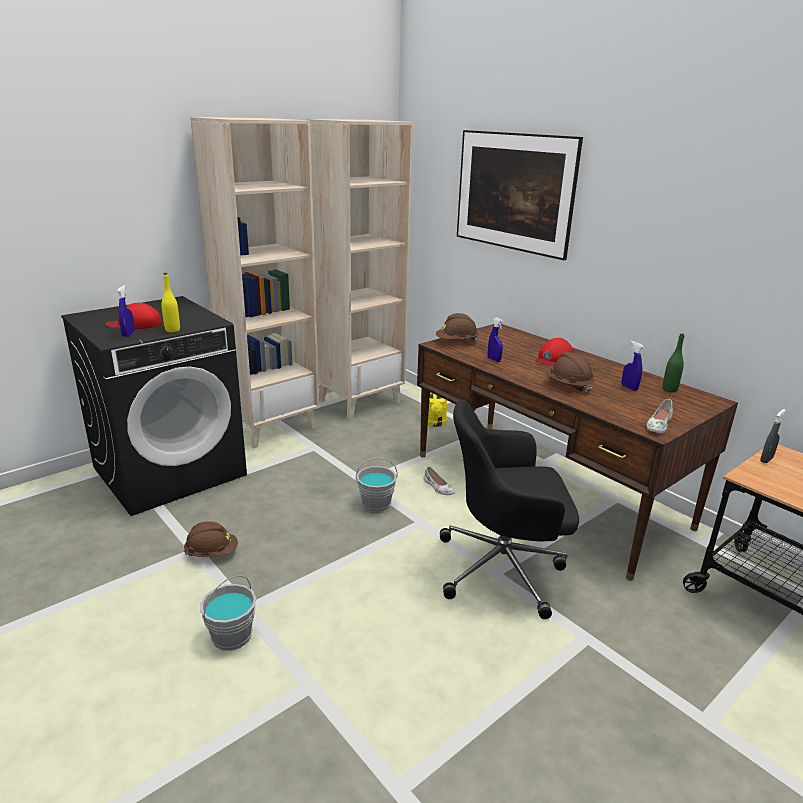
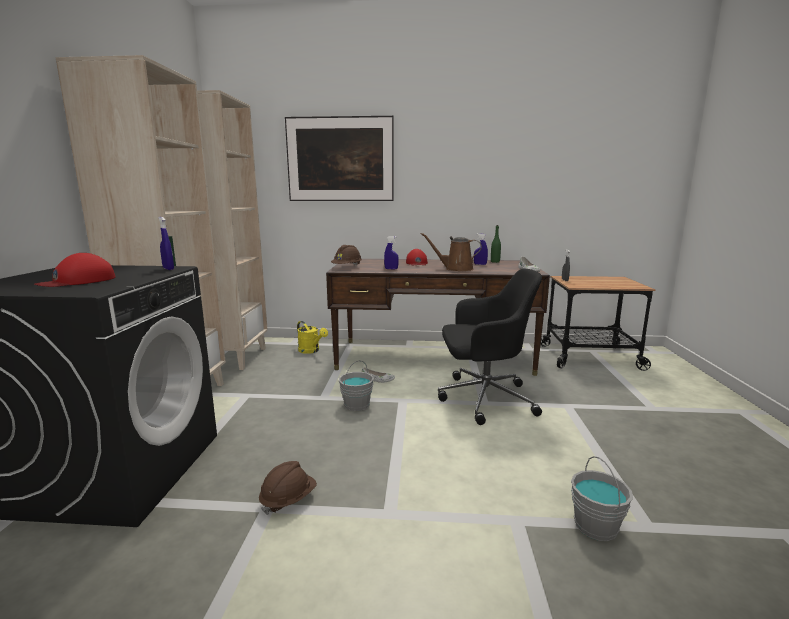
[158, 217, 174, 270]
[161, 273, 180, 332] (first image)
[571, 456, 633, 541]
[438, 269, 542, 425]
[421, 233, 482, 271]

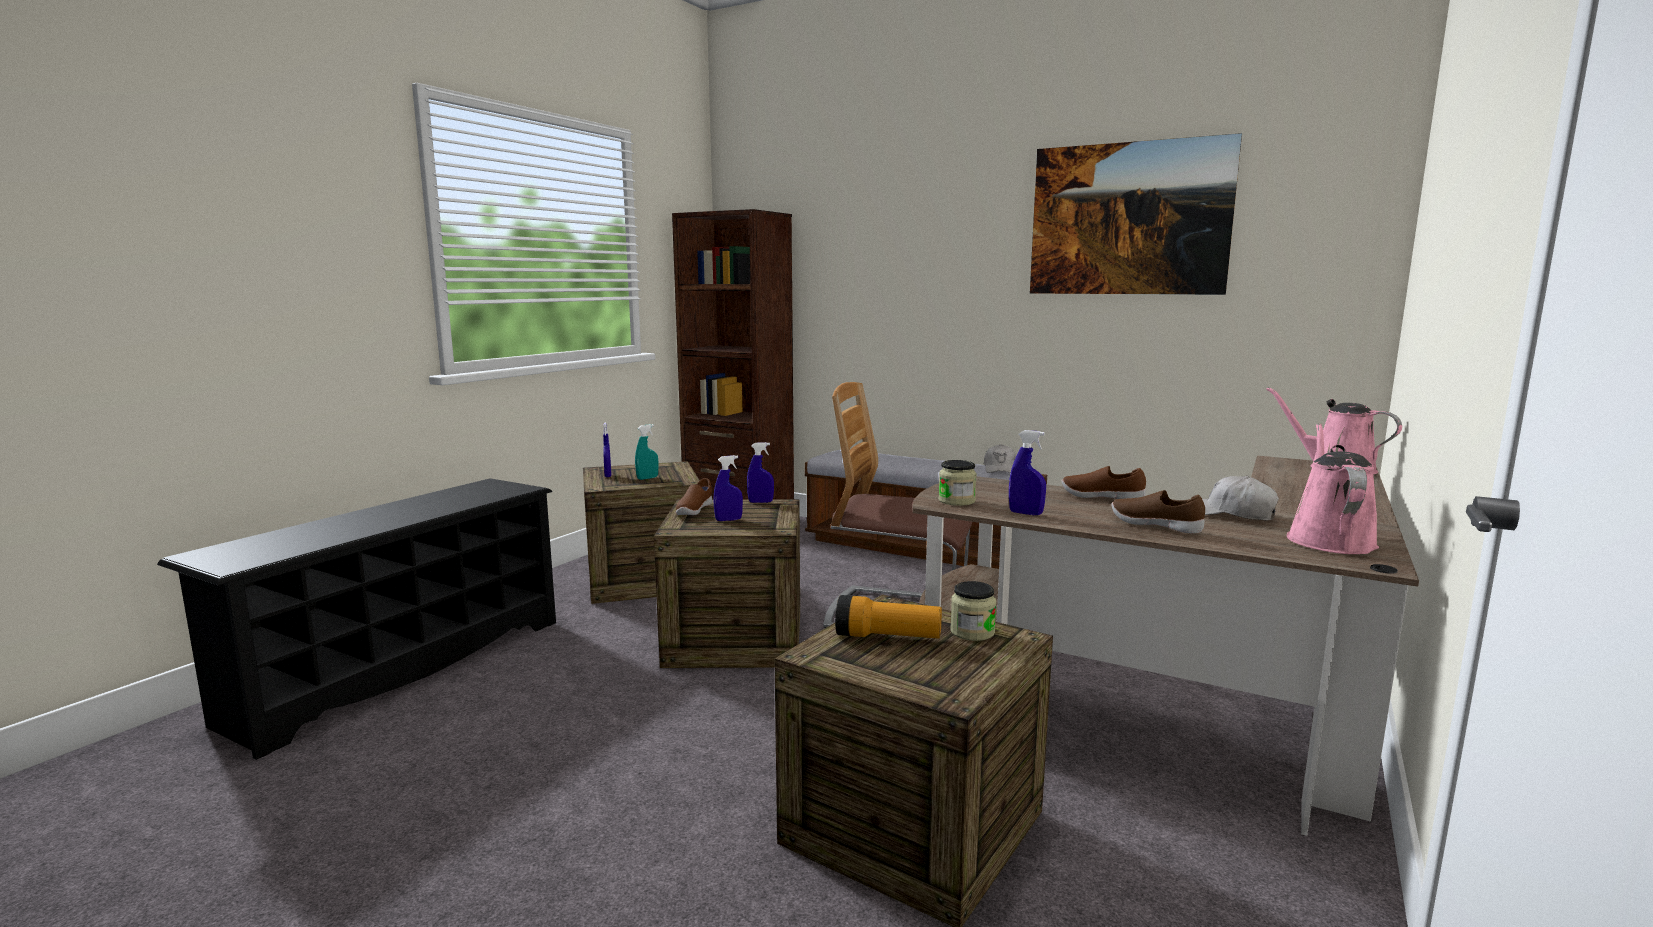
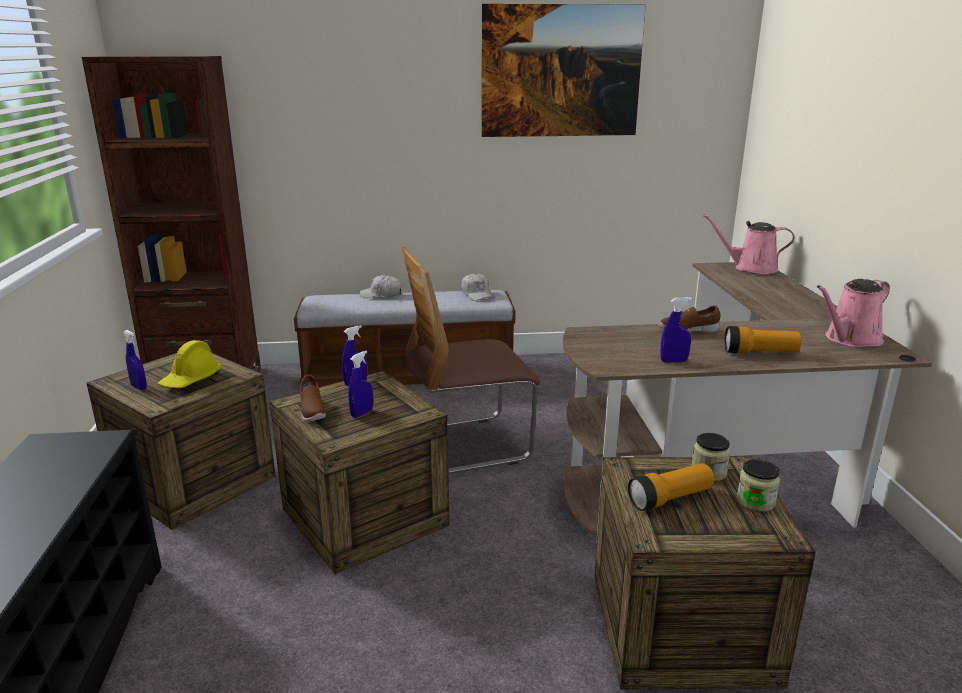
[158, 340, 222, 388]
[737, 459, 780, 512]
[724, 326, 802, 353]
[359, 275, 402, 298]
[817, 279, 890, 347]

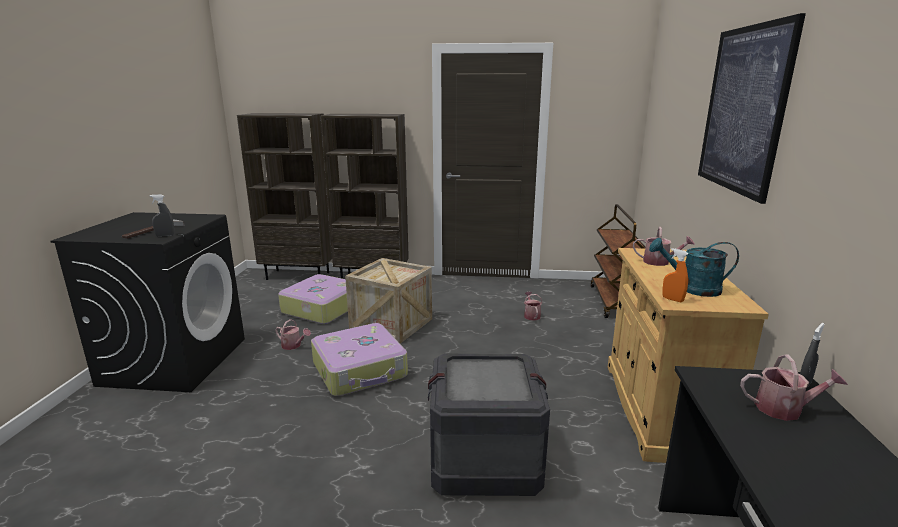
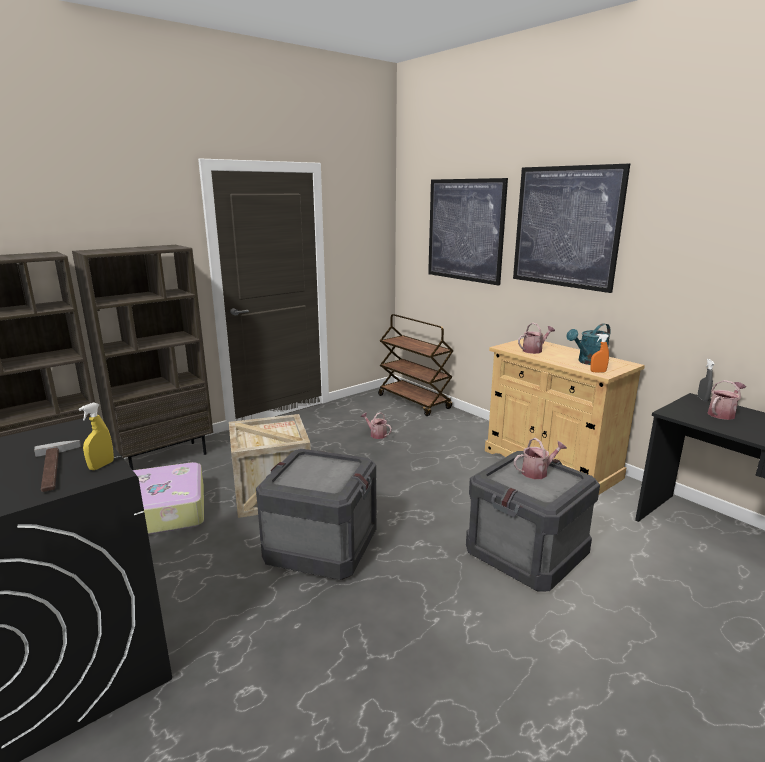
[79, 402, 114, 470]
[514, 438, 567, 479]
[256, 449, 377, 580]
[428, 178, 508, 286]

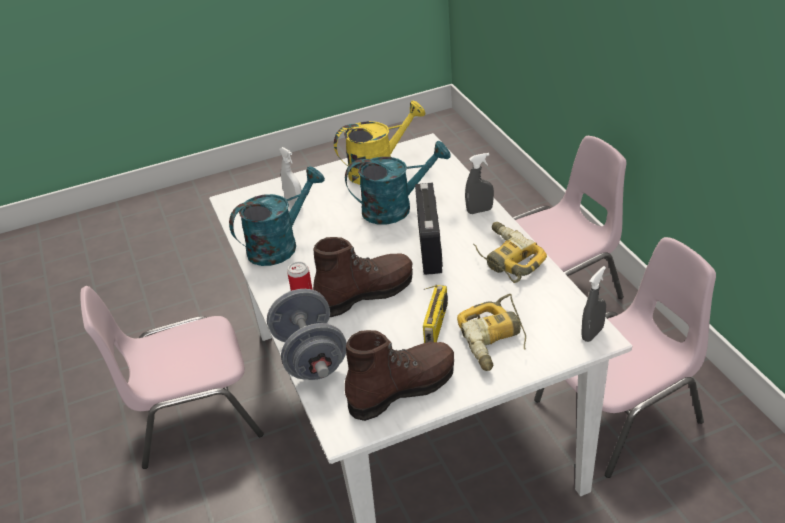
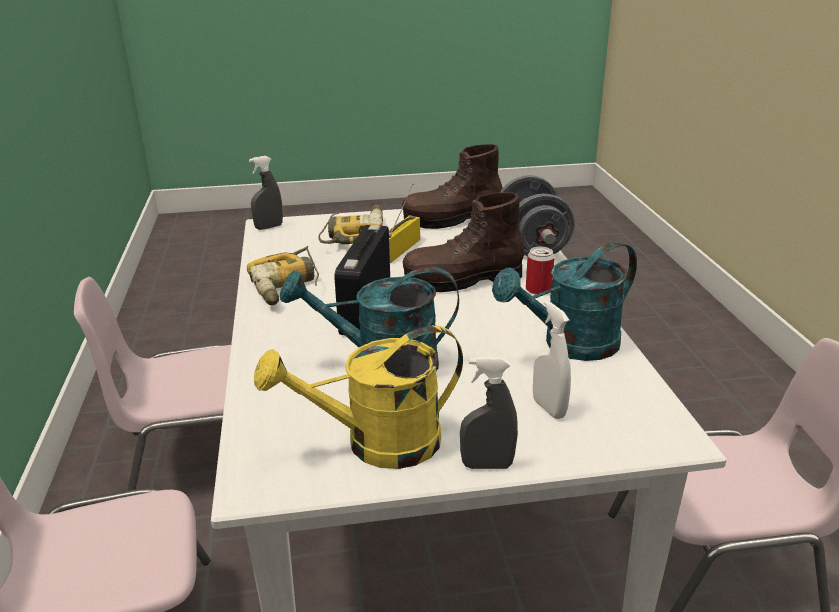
[460, 357, 518, 469]

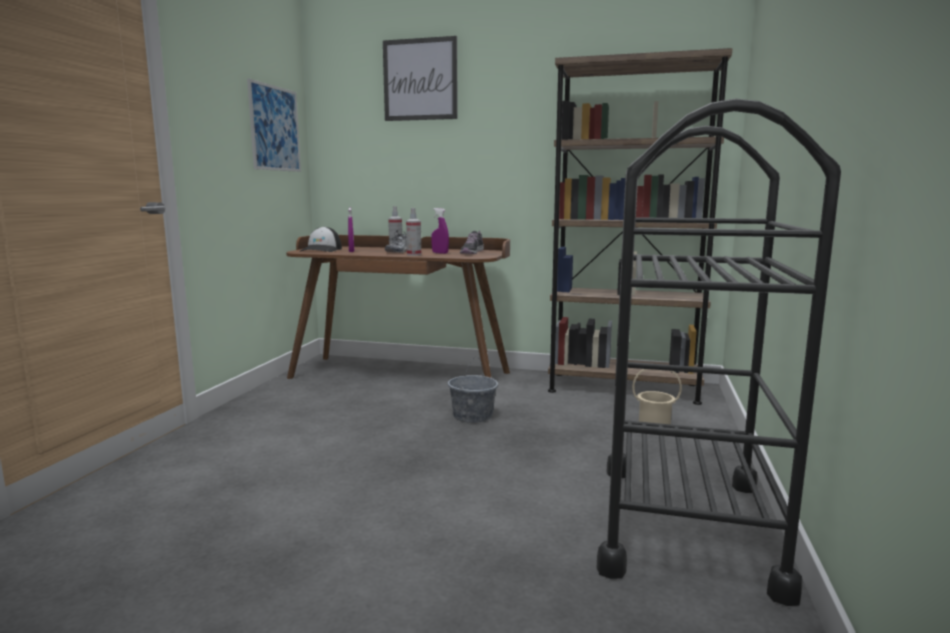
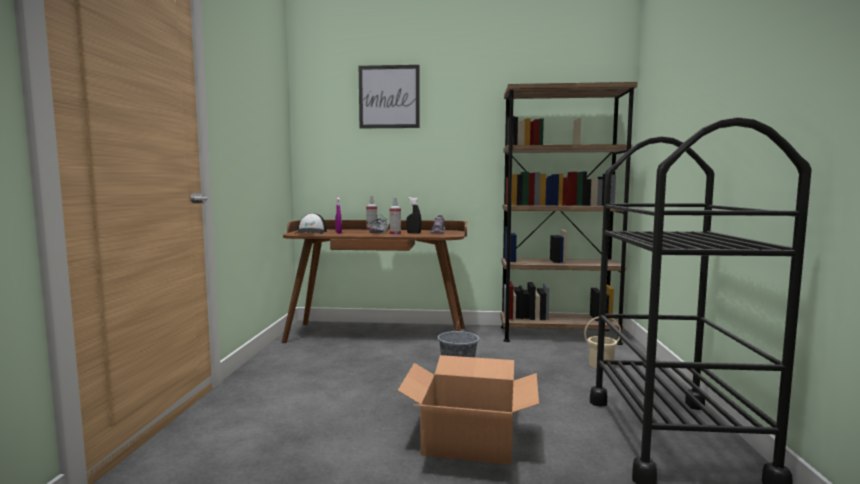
[247, 78, 301, 172] (first image)
[406, 197, 422, 234]
[398, 355, 539, 465]

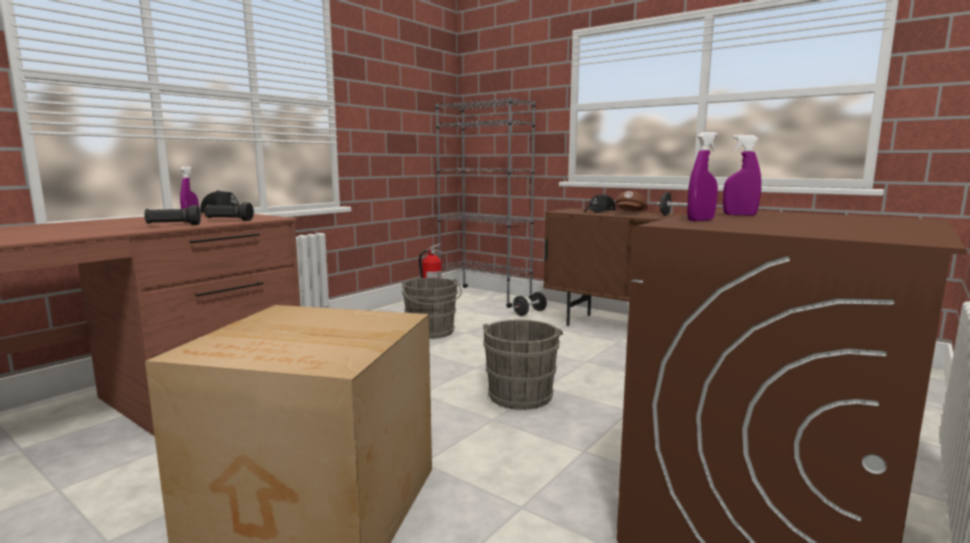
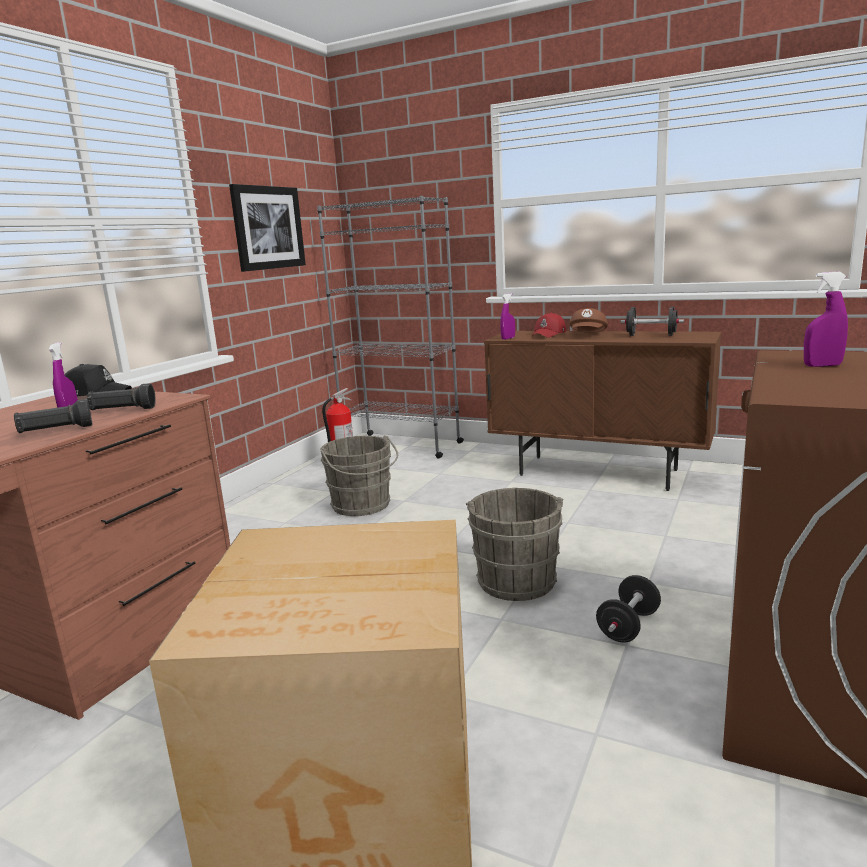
[596, 575, 661, 643]
[532, 313, 566, 338]
[500, 293, 515, 340]
[229, 184, 306, 272]

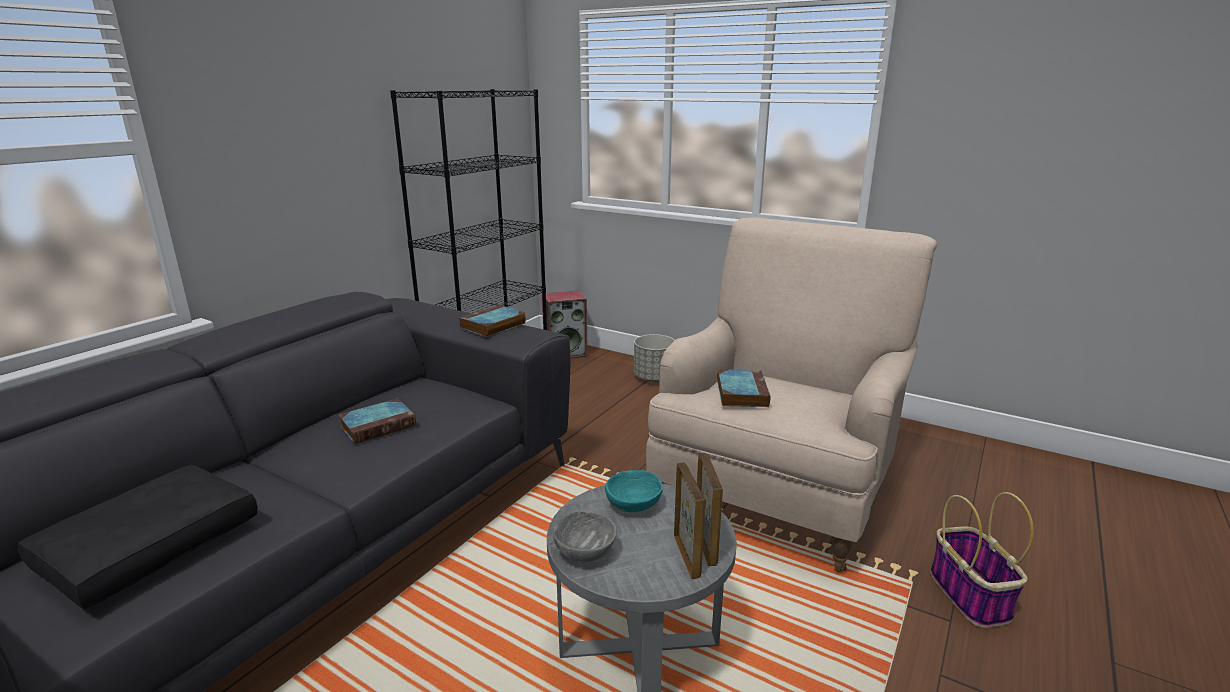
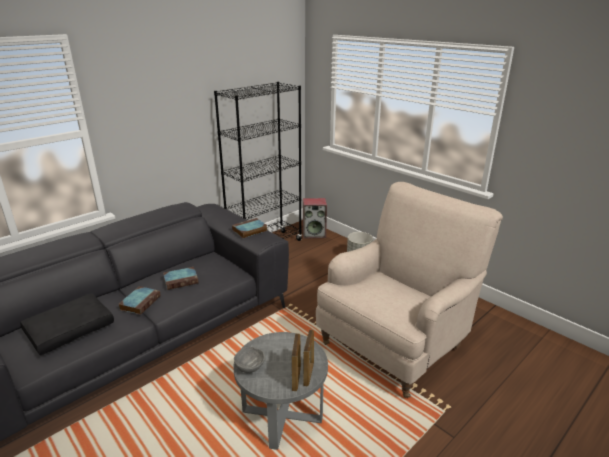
[605, 470, 663, 512] (first image)
[119, 286, 161, 315]
[930, 492, 1034, 628] (first image)

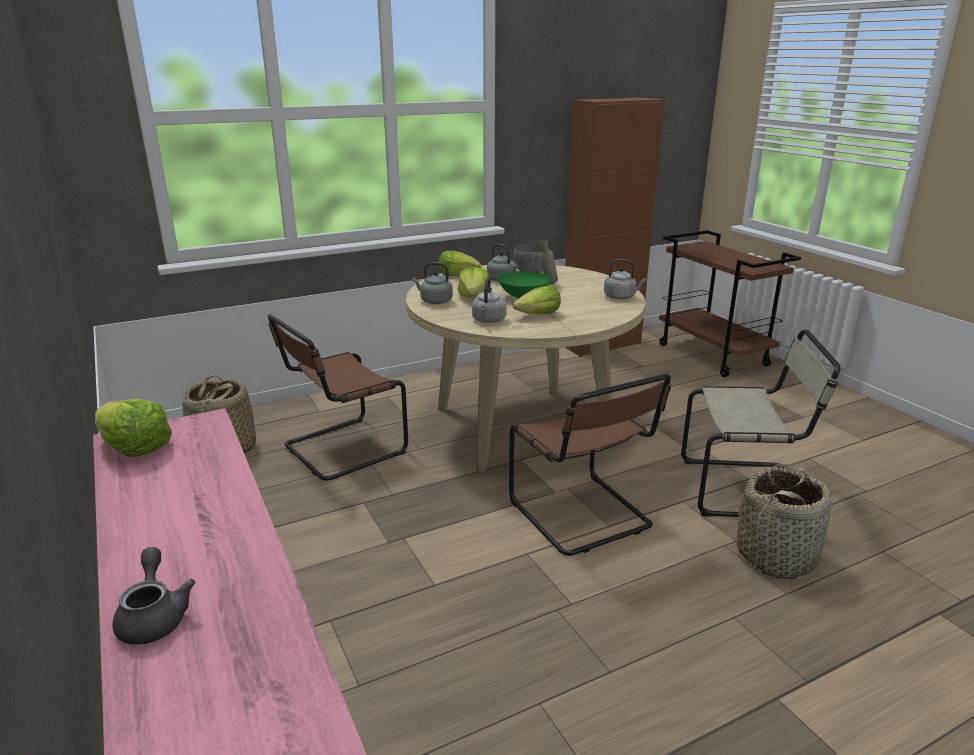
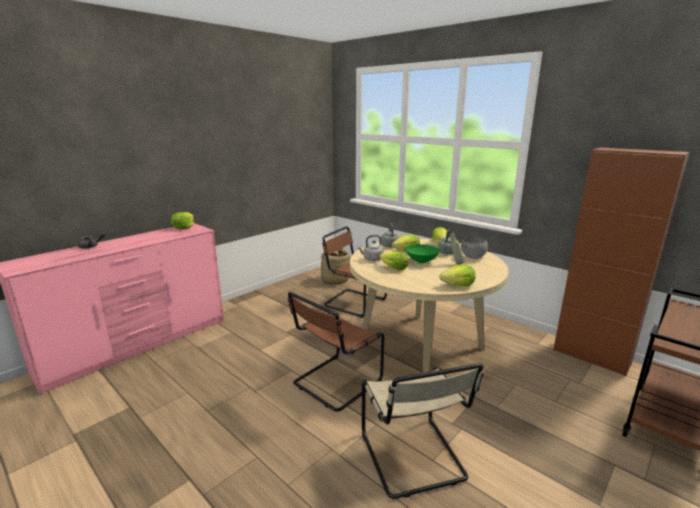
[439, 265, 476, 286]
[737, 464, 831, 579] (first image)

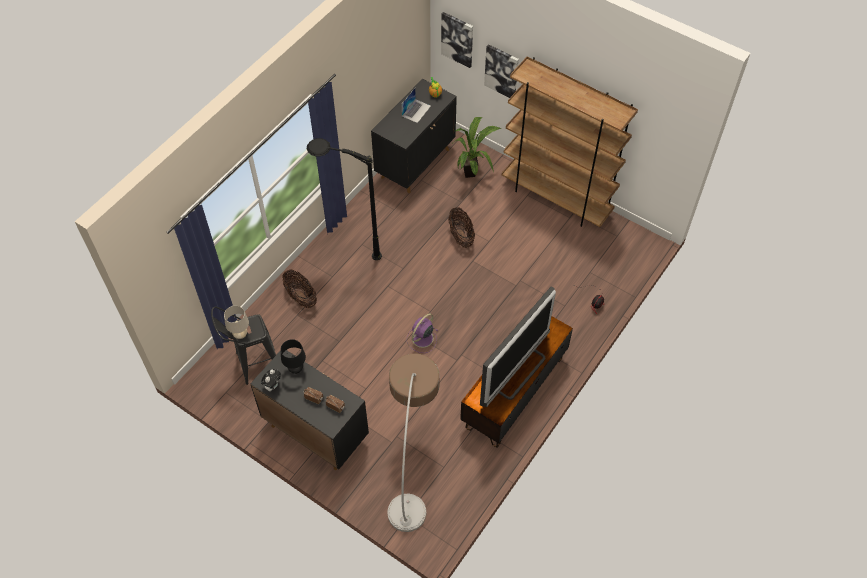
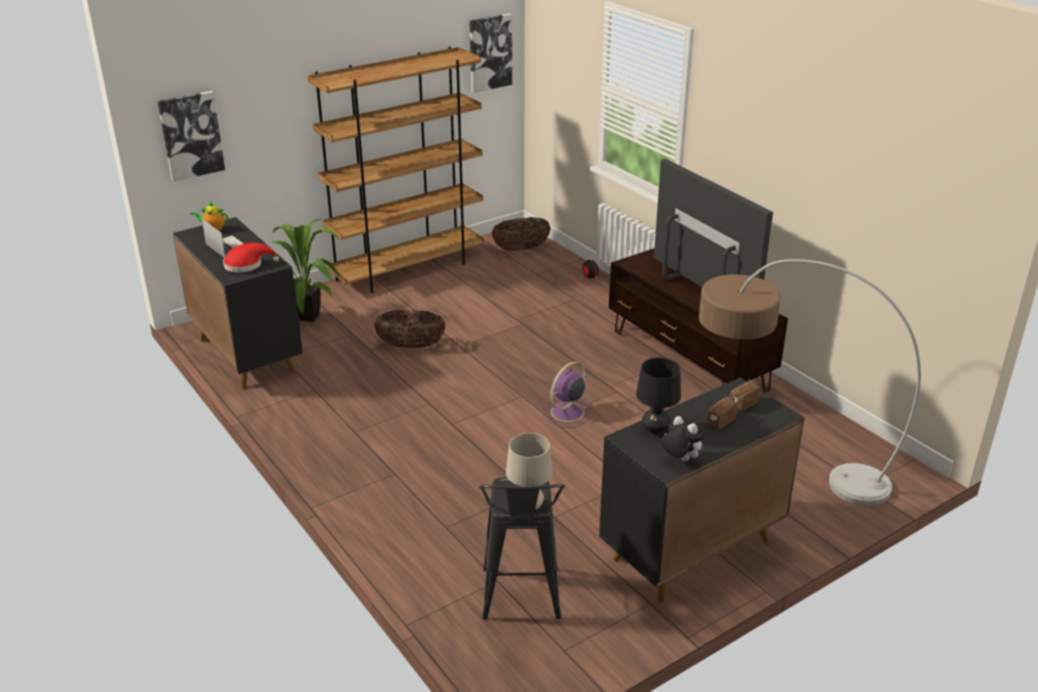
[492, 217, 551, 251]
[307, 138, 382, 260] (first image)
[542, 362, 592, 428]
[469, 13, 512, 93]
[223, 243, 279, 273]

